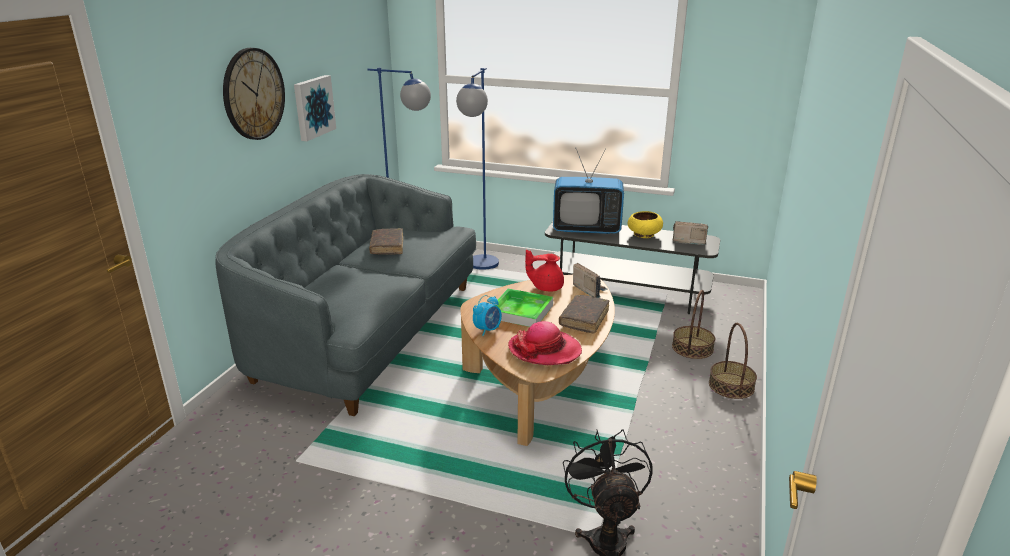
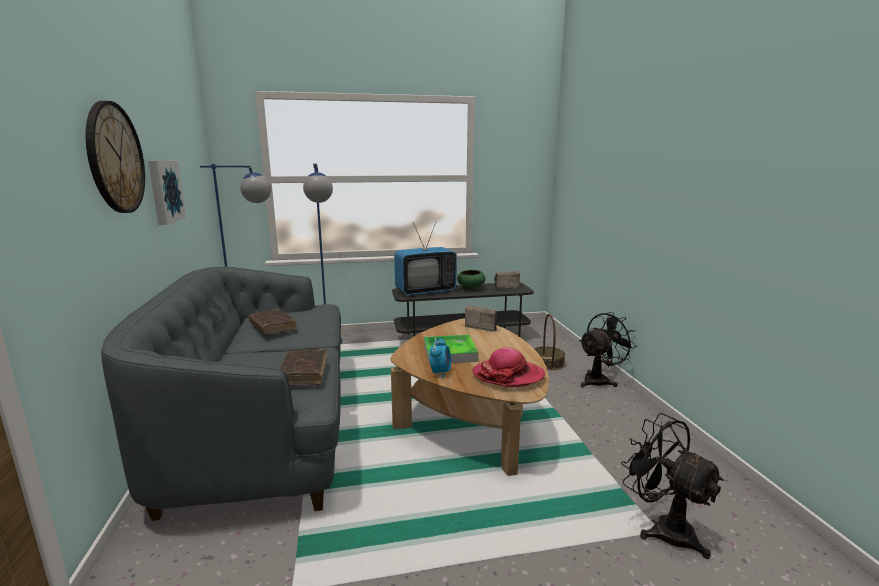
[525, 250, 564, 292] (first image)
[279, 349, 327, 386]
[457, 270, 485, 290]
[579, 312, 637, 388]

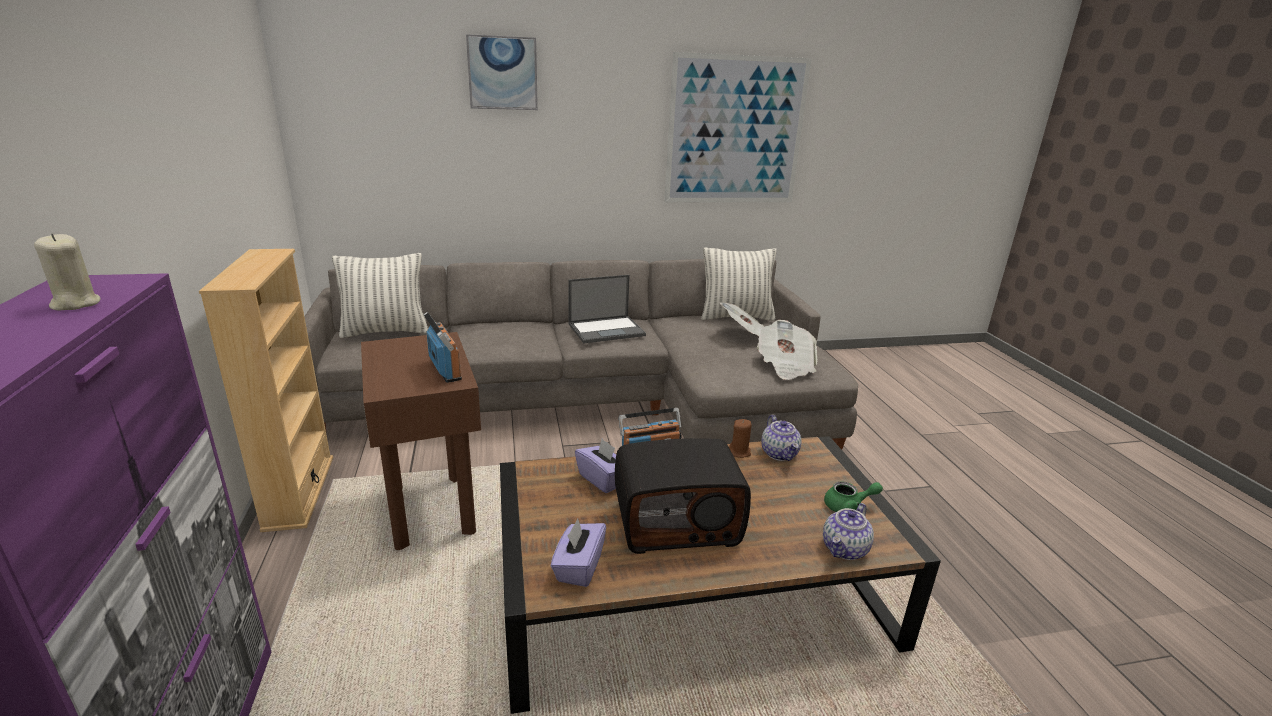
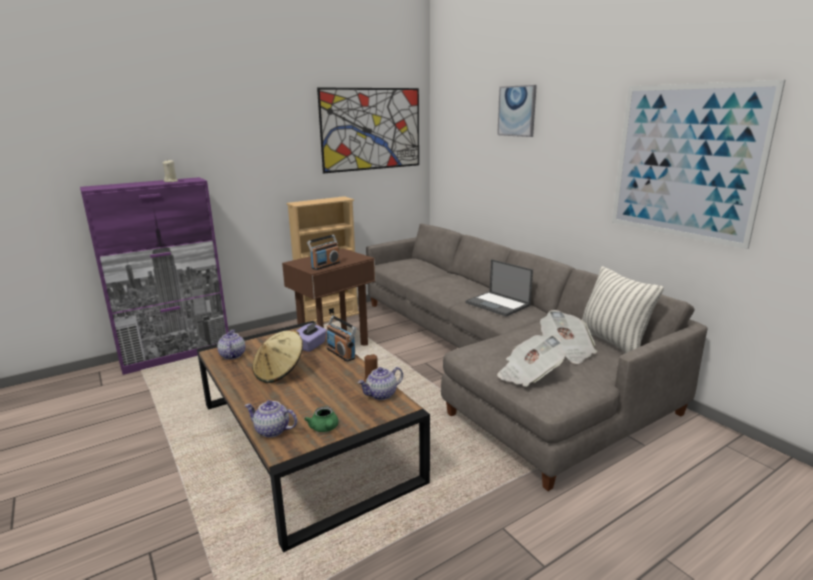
[332, 253, 428, 338] (first image)
[217, 330, 245, 360]
[252, 331, 303, 383]
[317, 88, 419, 174]

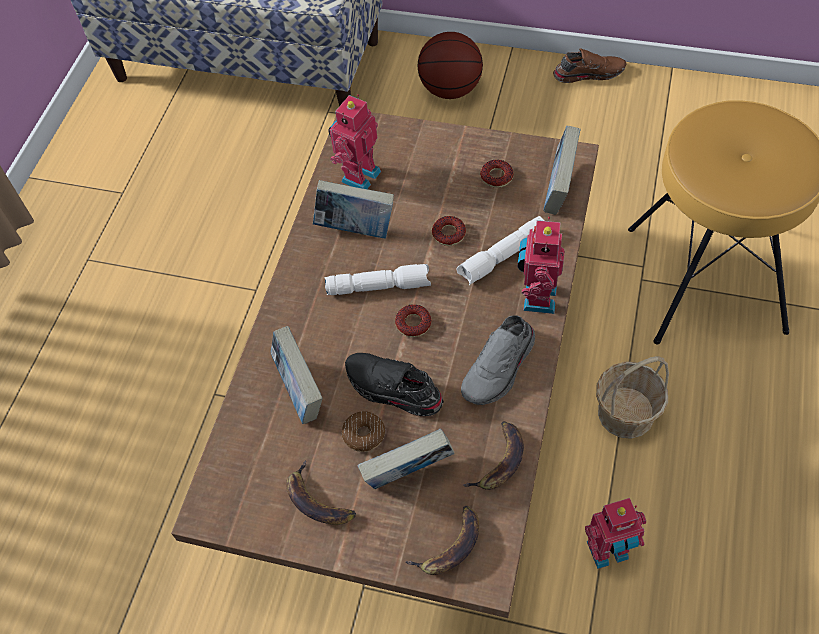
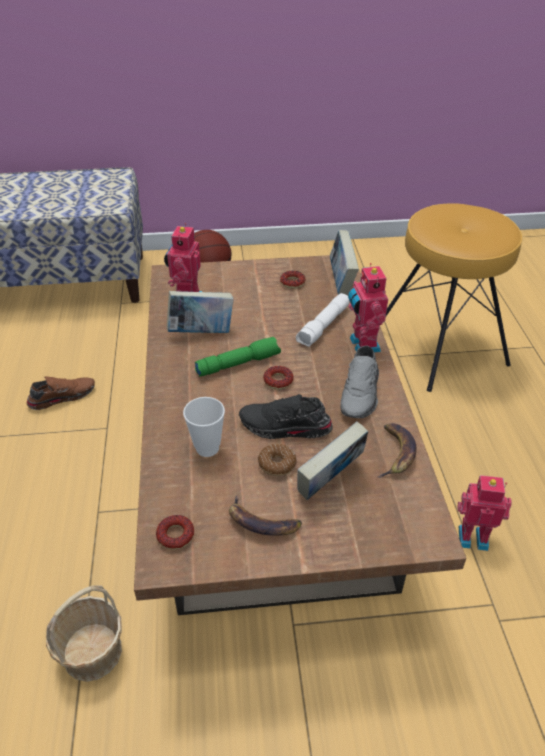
[183, 397, 225, 457]
[195, 337, 281, 377]
[406, 506, 479, 575] (first image)
[156, 515, 194, 550]
[26, 376, 95, 410]
[457, 475, 512, 551]
[46, 585, 122, 682]

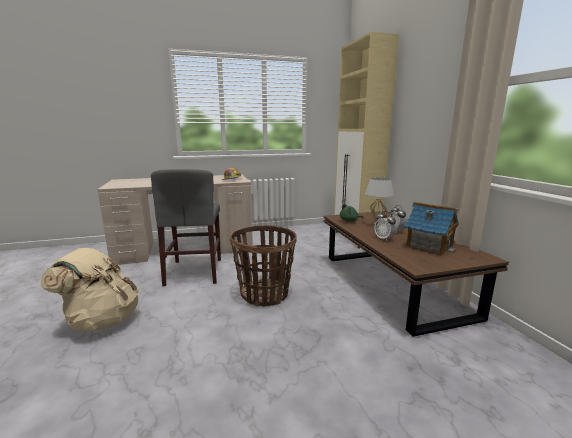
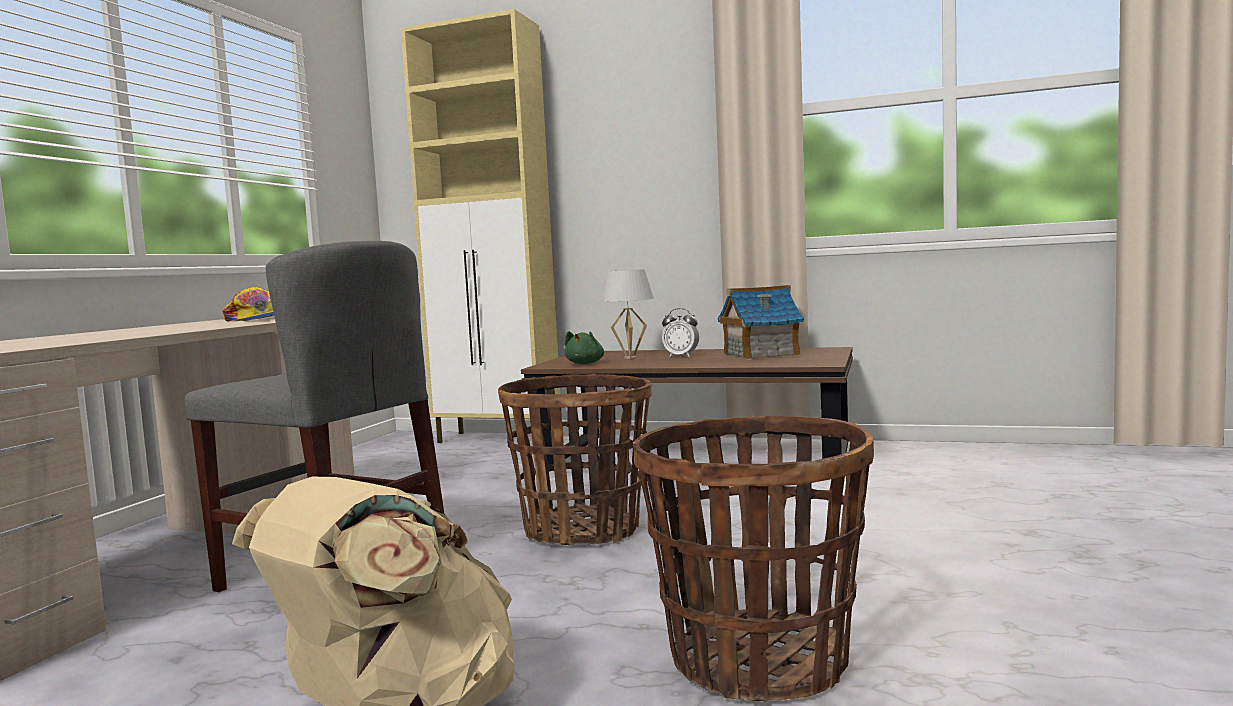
[374, 211, 397, 241] (first image)
[633, 416, 874, 701]

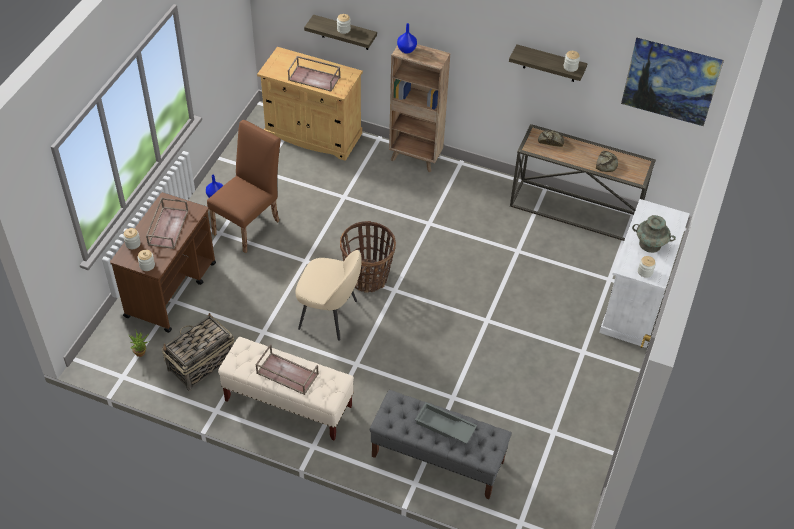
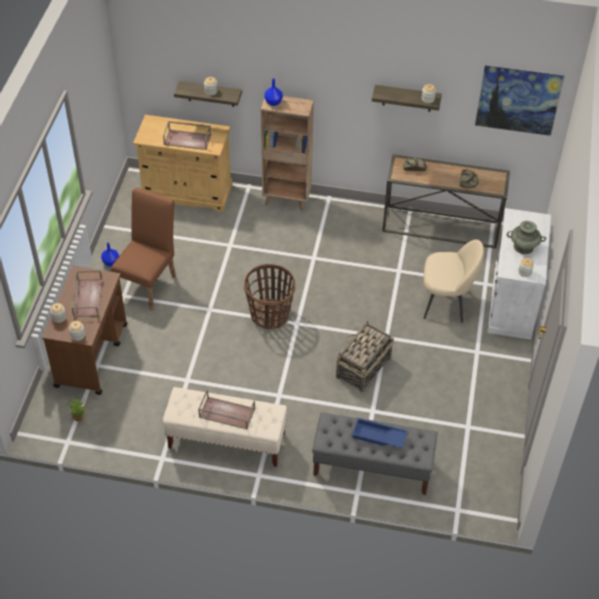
[336, 321, 394, 392]
[424, 239, 484, 323]
[352, 418, 407, 448]

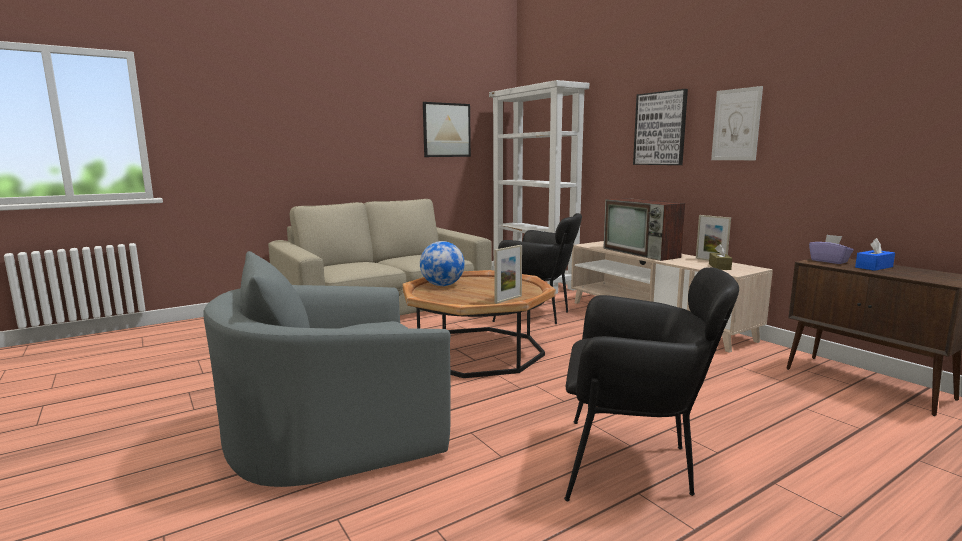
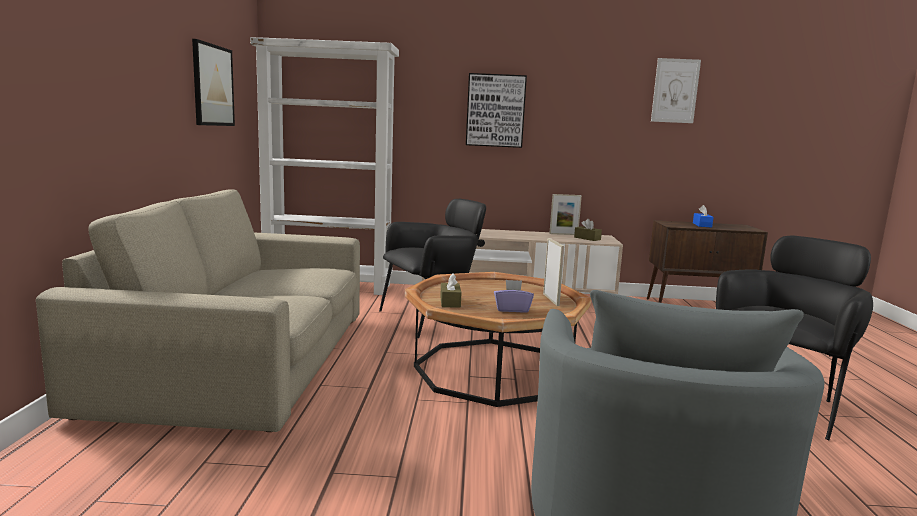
[440, 273, 461, 308]
[603, 198, 685, 261] (first image)
[651, 58, 701, 123]
[494, 280, 534, 313]

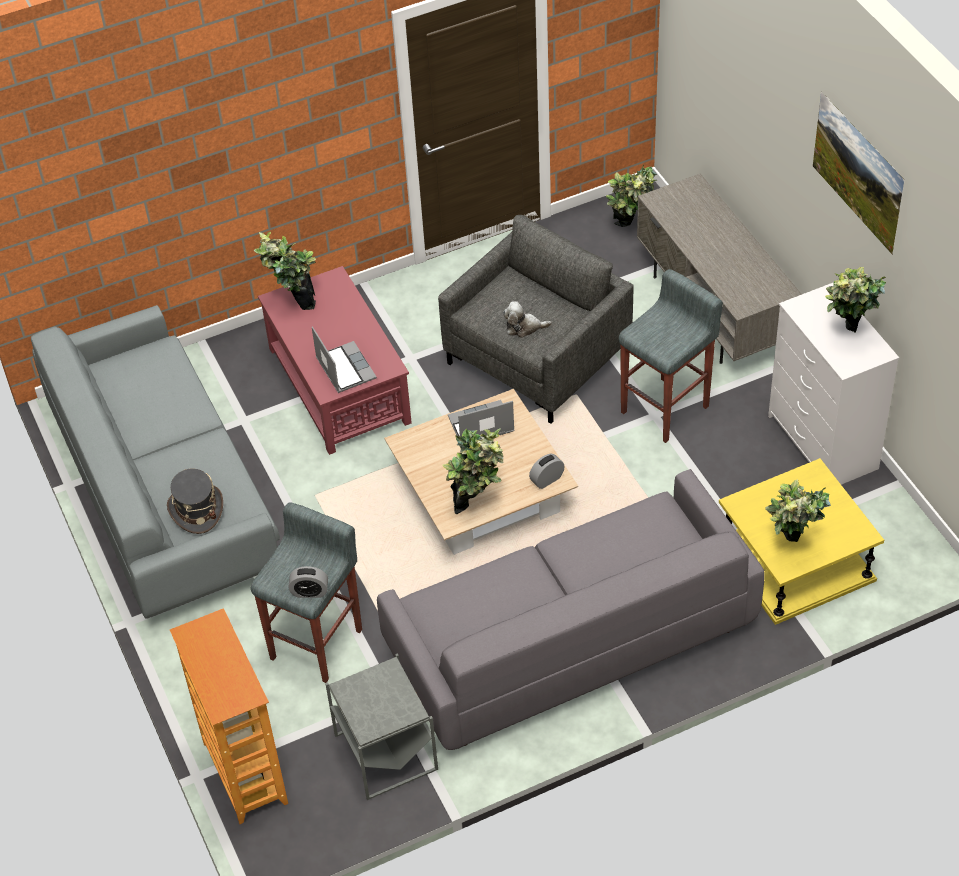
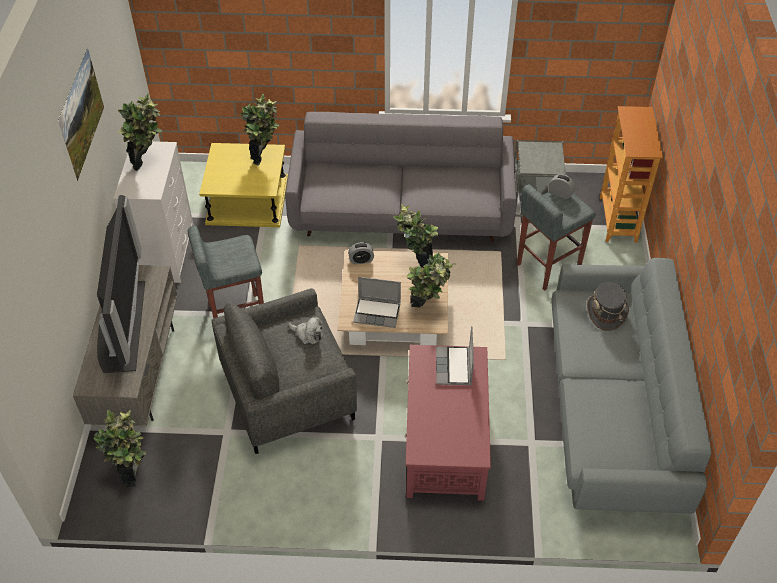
[407, 253, 455, 307]
[97, 195, 145, 373]

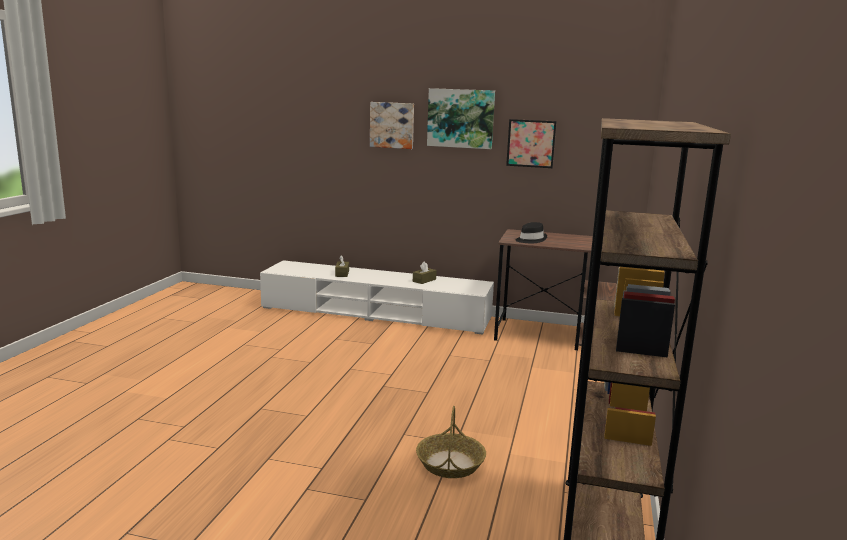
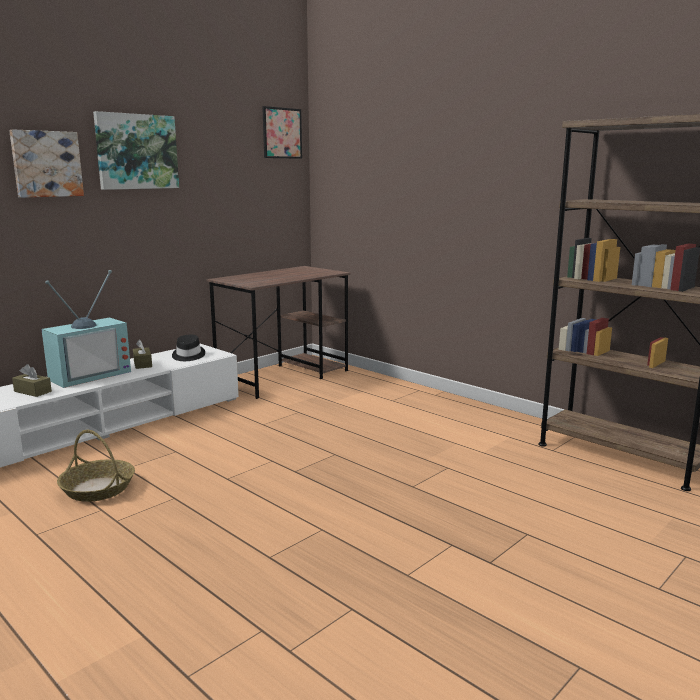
[57, 430, 135, 502]
[262, 106, 302, 159]
[172, 335, 205, 361]
[41, 270, 131, 388]

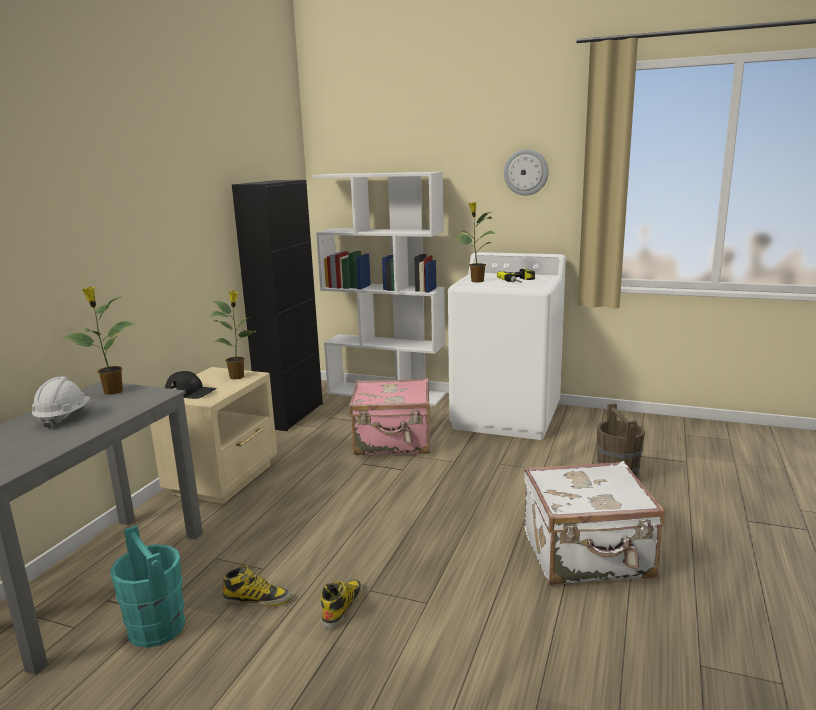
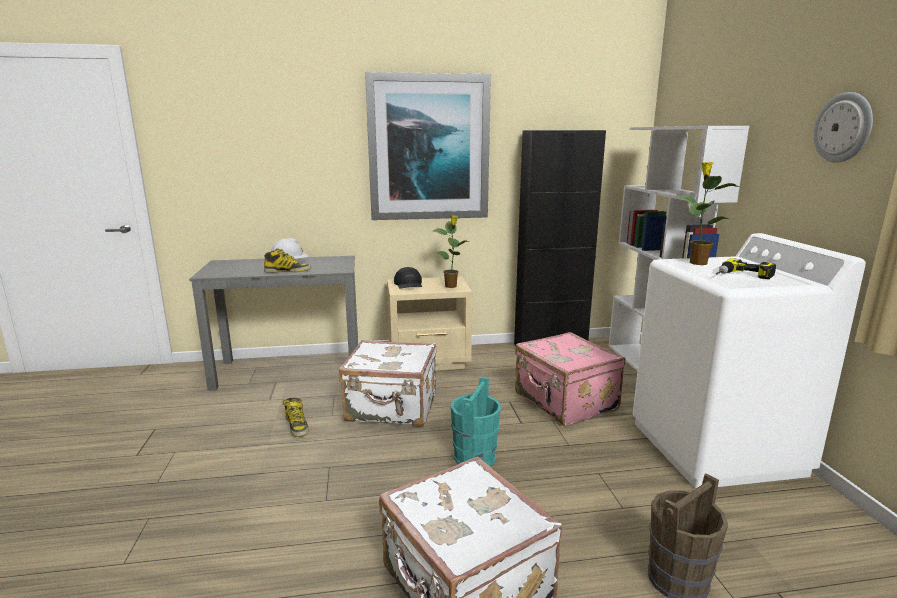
[63, 287, 135, 395] (first image)
[451, 377, 501, 467]
[264, 248, 311, 273]
[339, 340, 436, 427]
[365, 72, 491, 220]

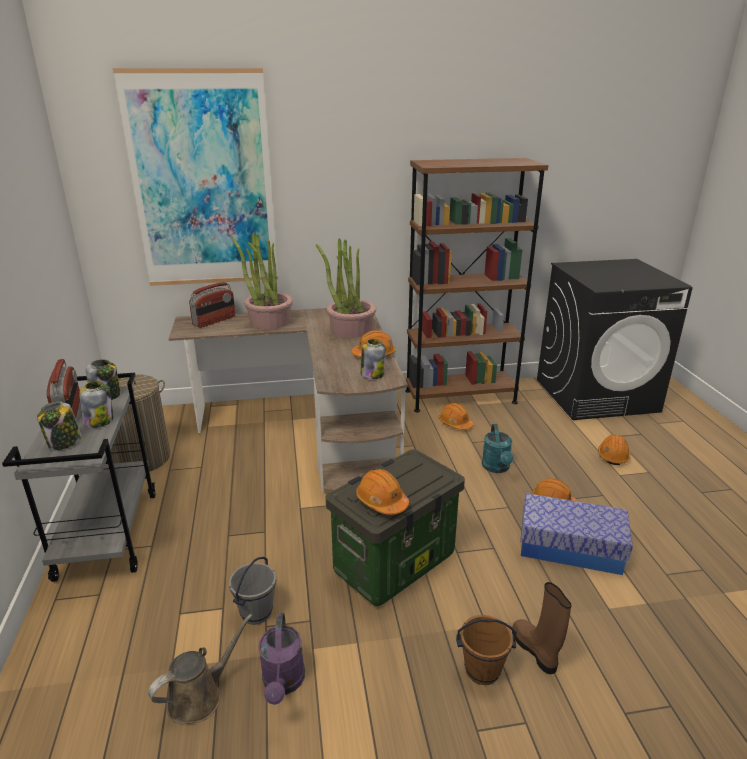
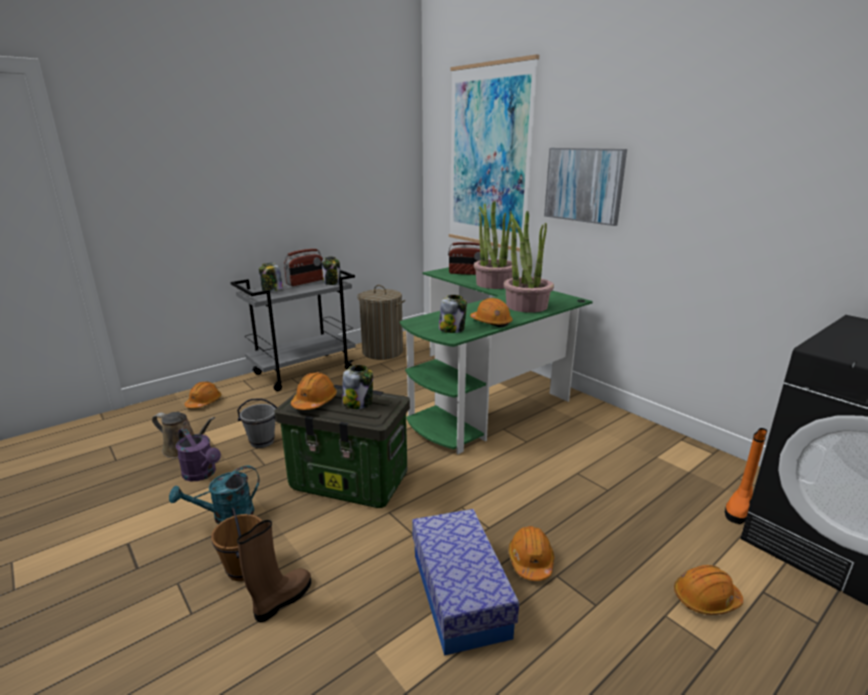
[342, 365, 373, 409]
[400, 267, 593, 454]
[176, 428, 221, 481]
[405, 158, 548, 412] (first image)
[184, 381, 221, 408]
[169, 465, 259, 524]
[544, 148, 627, 226]
[725, 428, 767, 524]

